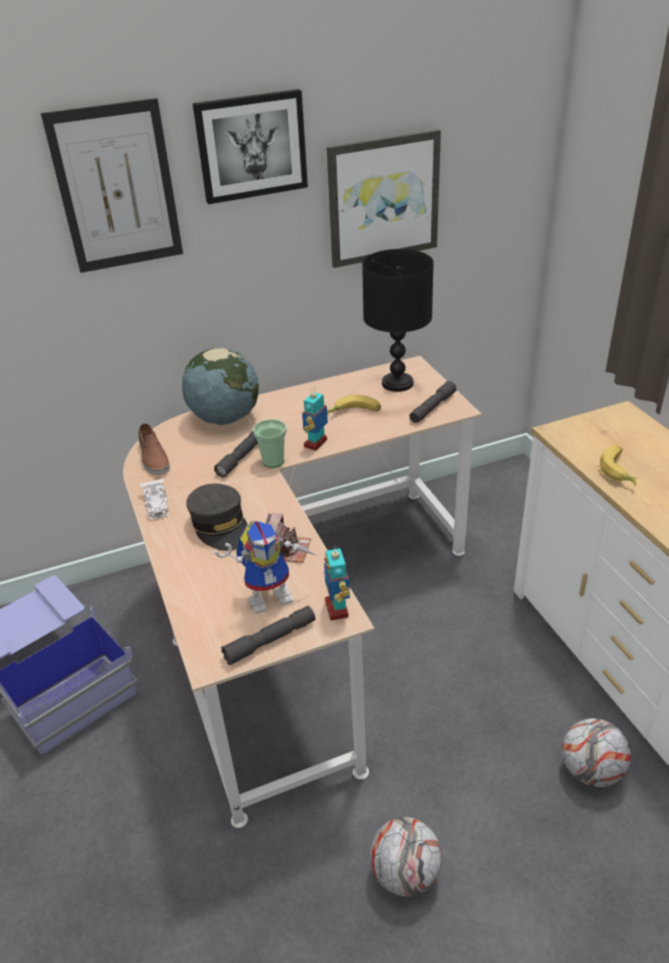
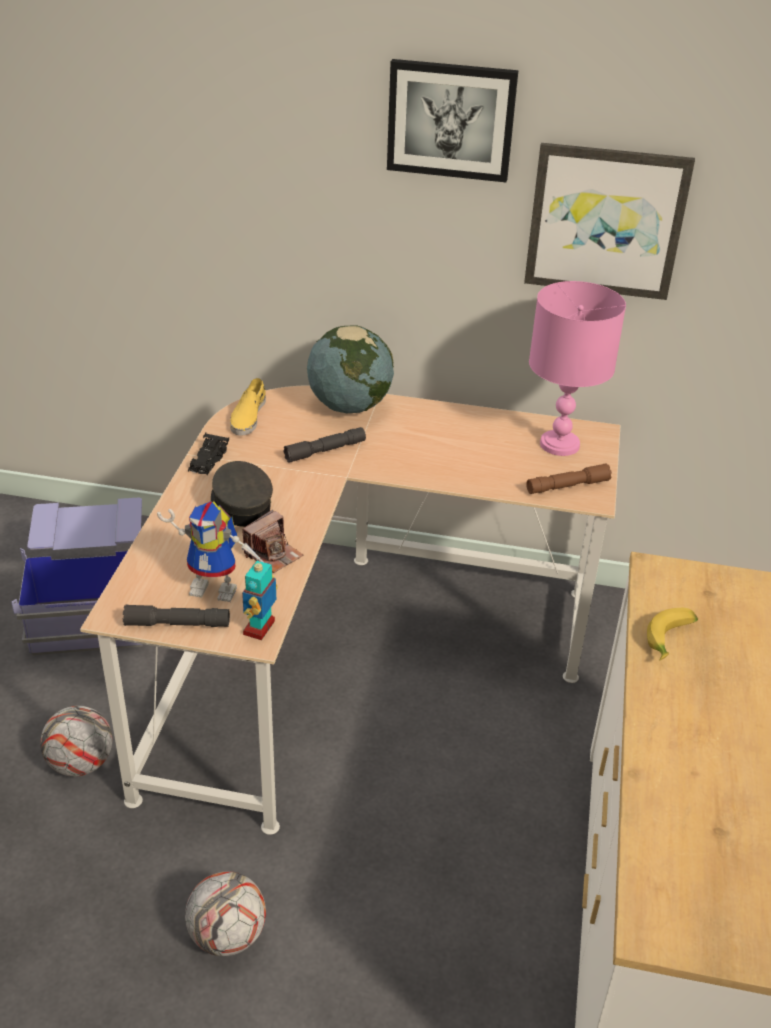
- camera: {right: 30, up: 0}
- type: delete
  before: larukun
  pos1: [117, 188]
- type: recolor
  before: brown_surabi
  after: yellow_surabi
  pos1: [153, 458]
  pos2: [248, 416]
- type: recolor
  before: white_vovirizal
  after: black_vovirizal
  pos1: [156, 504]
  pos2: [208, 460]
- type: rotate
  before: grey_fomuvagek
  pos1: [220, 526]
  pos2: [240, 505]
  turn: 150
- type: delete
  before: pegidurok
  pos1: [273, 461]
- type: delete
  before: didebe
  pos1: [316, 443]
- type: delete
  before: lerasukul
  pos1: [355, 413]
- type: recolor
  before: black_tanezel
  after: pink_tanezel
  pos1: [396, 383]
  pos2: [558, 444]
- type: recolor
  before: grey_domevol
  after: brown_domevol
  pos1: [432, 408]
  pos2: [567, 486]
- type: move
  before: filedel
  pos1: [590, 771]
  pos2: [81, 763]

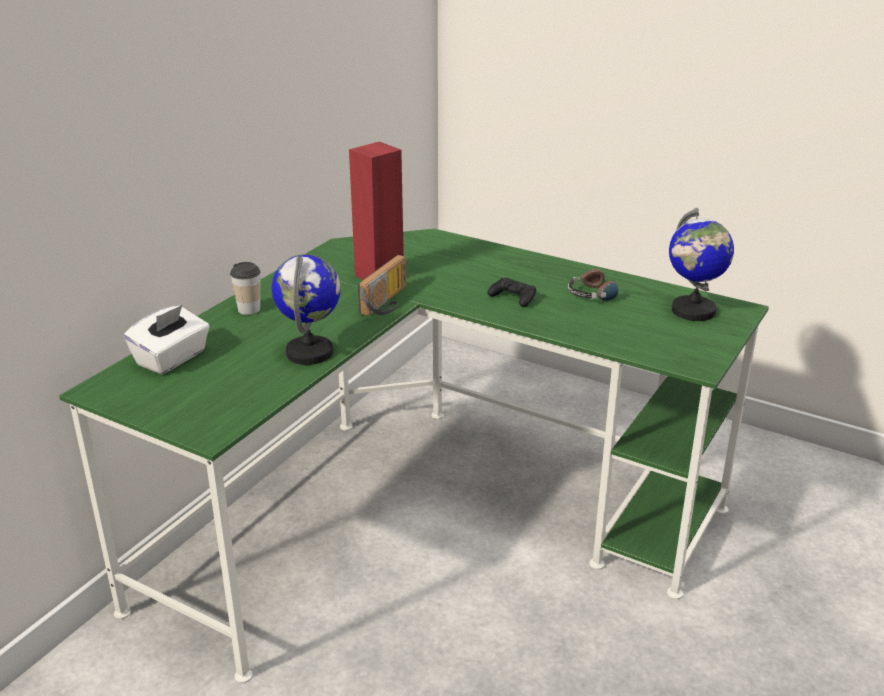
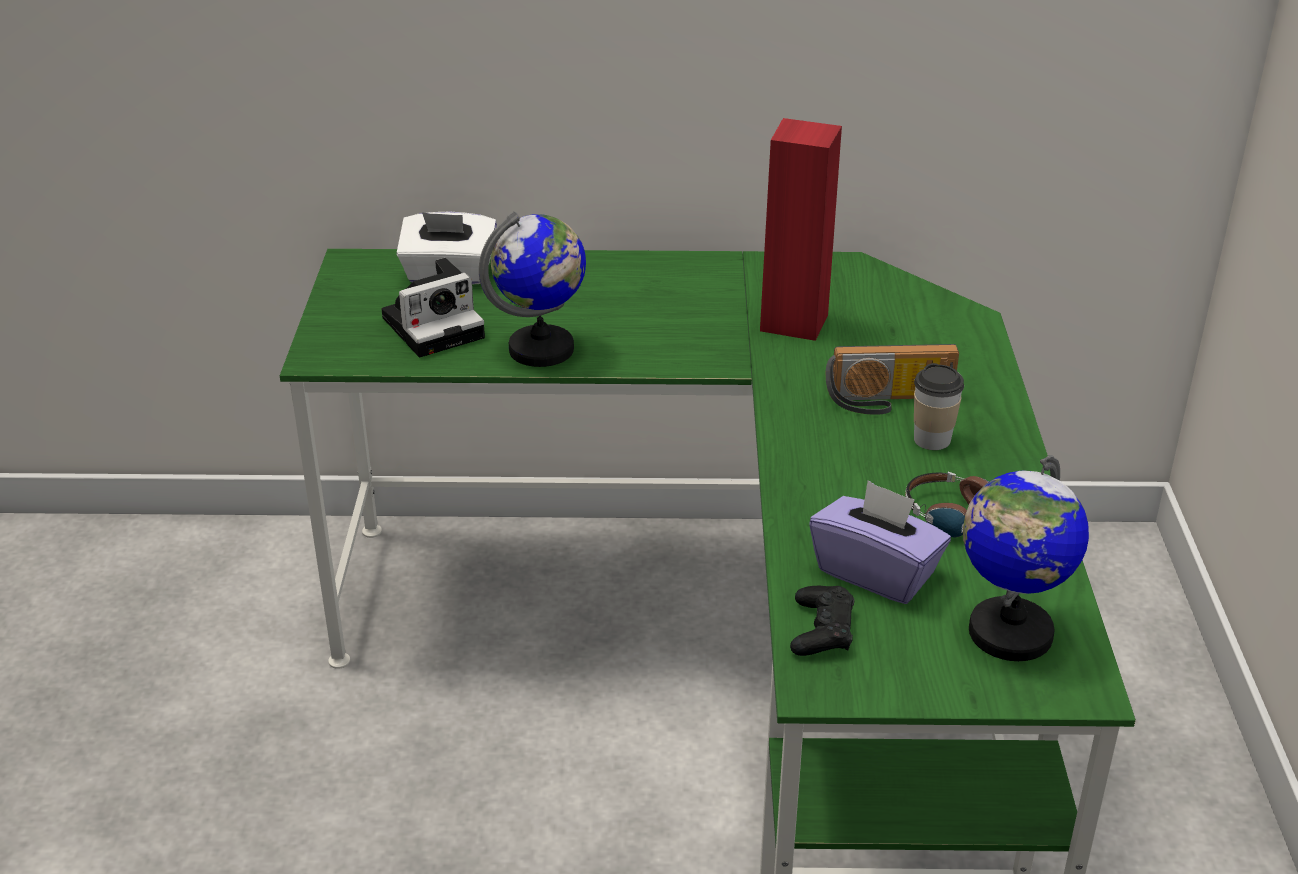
- camera: {right: 60, up: 5}
- type: move
  before: pegidurok
  pos1: [249, 309]
  pos2: [932, 439]
- type: move
  before: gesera
  pos1: [388, 302]
  pos2: [889, 402]
- type: move
  before: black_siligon
  pos1: [513, 298]
  pos2: [822, 630]
- type: insert
  after: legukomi
  pos2: [436, 326]
- type: insert
  after: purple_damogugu
  pos2: [876, 572]

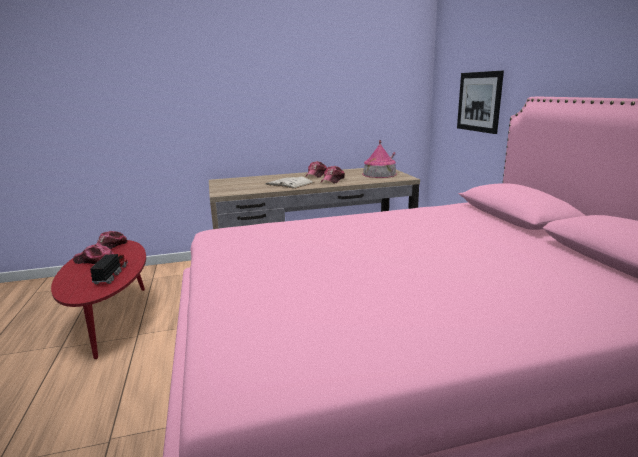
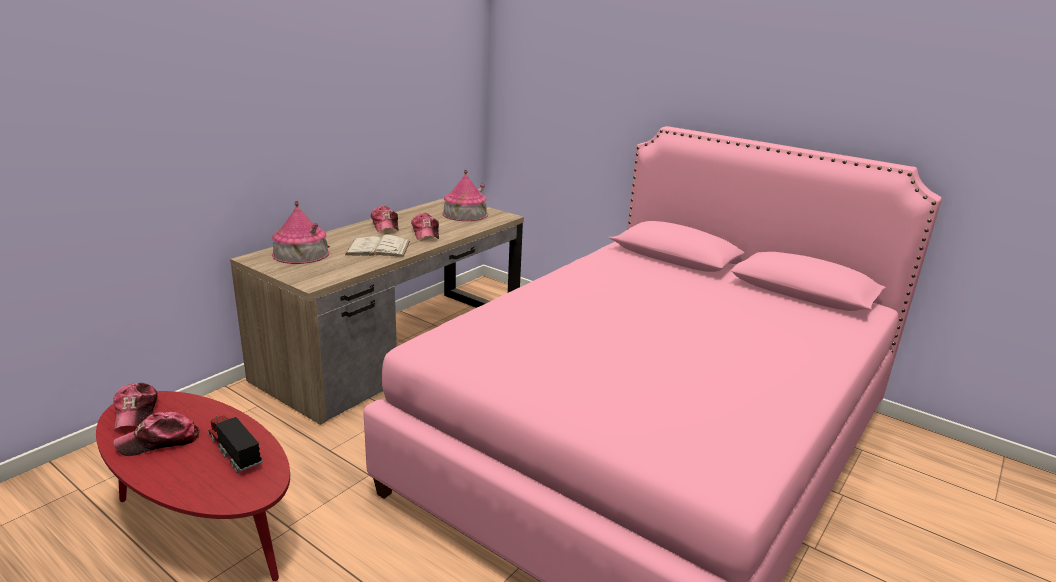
- camera: {right: -40, up: 5}
- type: delete
  before: larukun
  pos1: [479, 102]
- type: insert
  after: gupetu
  pos2: [301, 253]

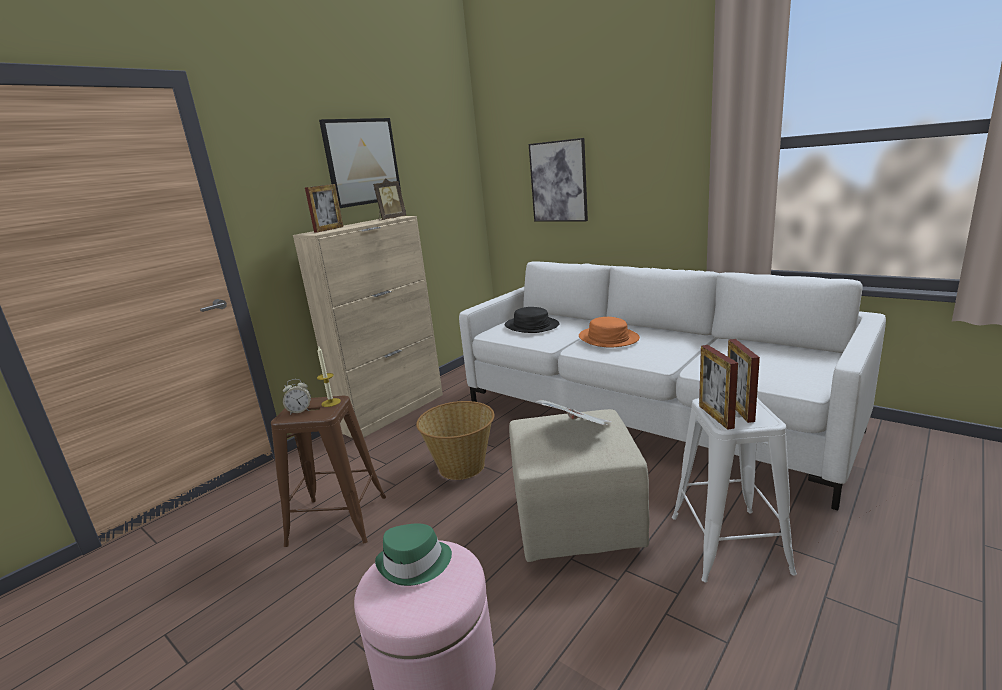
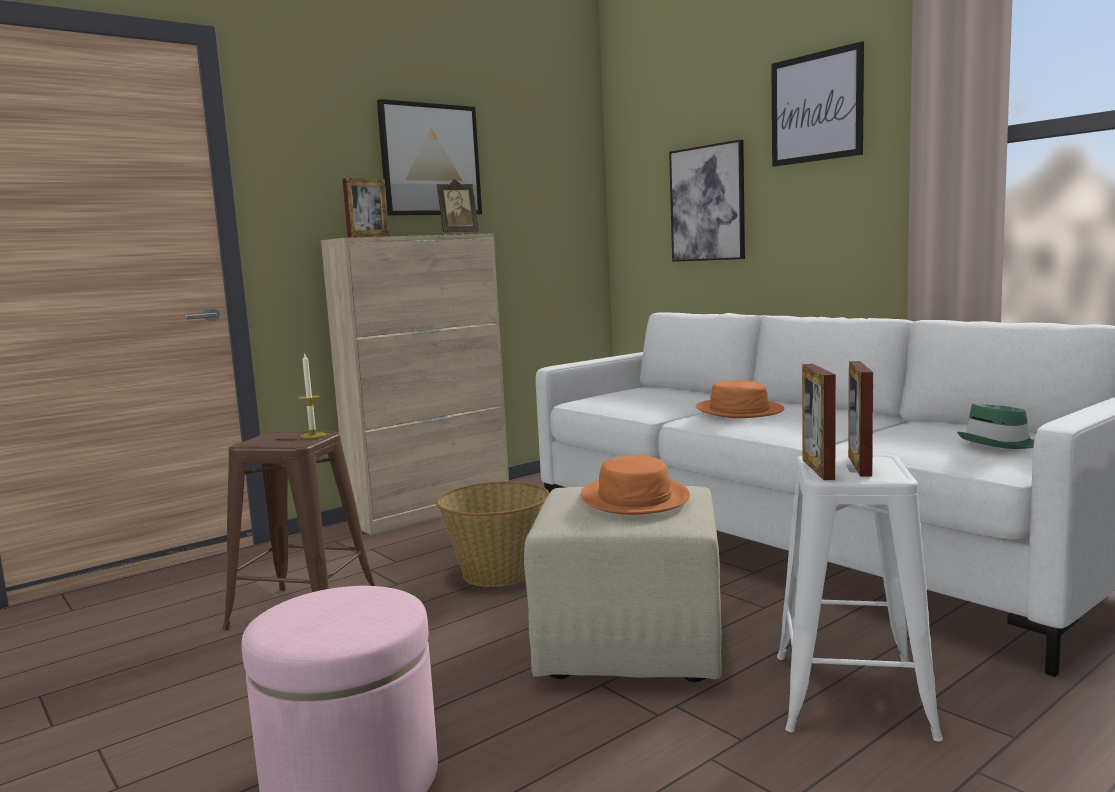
- camera: {right: 10, up: -10}
- type: delete
  before: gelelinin
  pos1: [300, 411]
- type: move
  before: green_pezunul
  pos1: [415, 564]
  pos2: [1000, 444]
- type: delete
  before: black_pezunul
  pos1: [531, 326]
- type: replace
  before: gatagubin
  after: orange_pezunul
  pos1: [577, 430]
  pos2: [635, 498]
- type: insert
  after: larukun
  pos2: [816, 107]

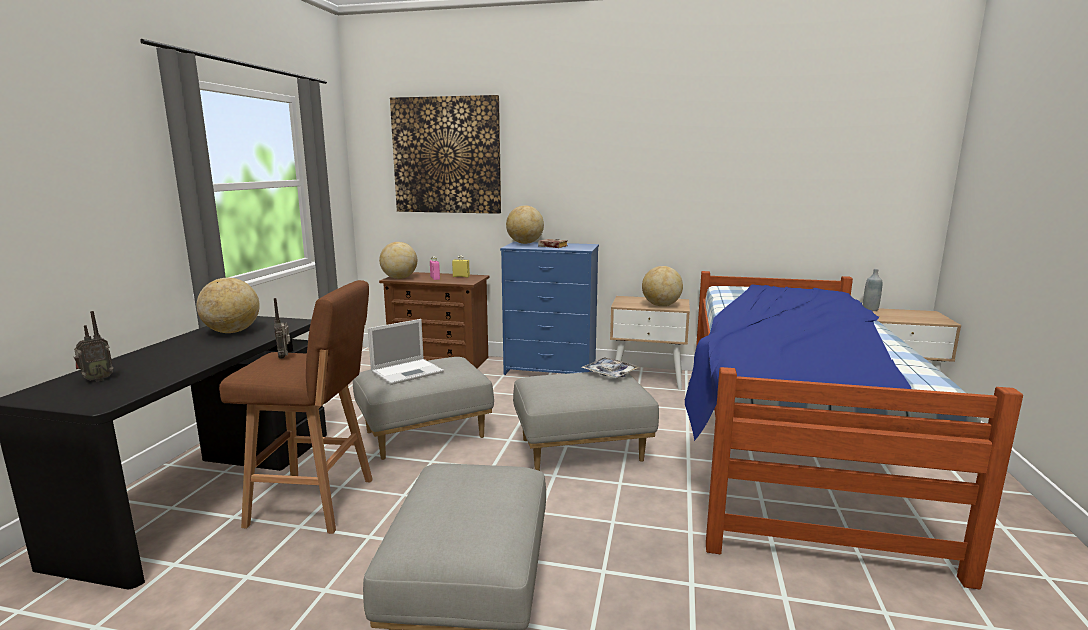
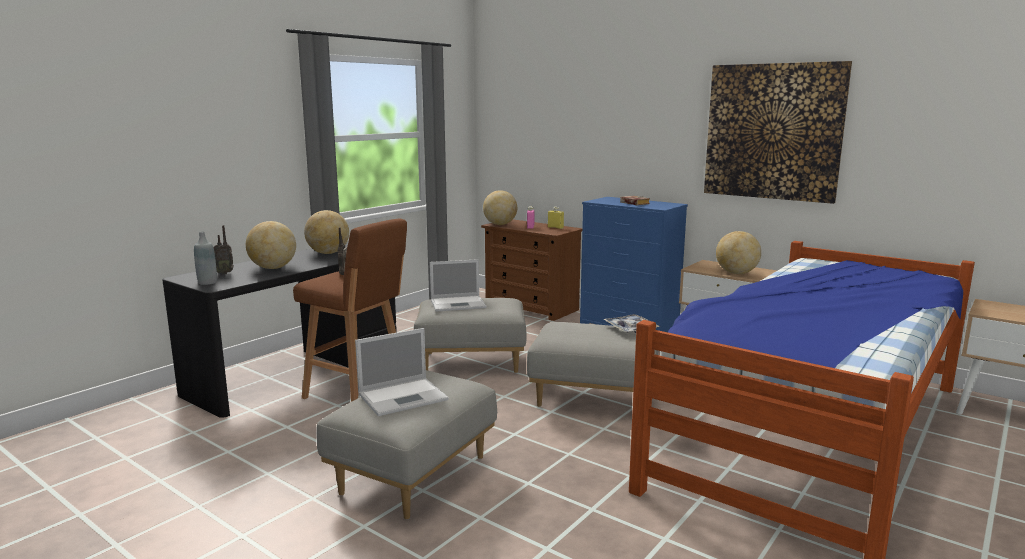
- camera: {right: 25, up: 0}
- type: move
  before: larukun
  pos1: [446, 155]
  pos2: [773, 132]
- type: move
  before: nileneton
  pos1: [525, 243]
  pos2: [273, 268]
- type: move
  before: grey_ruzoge
  pos1: [870, 309]
  pos2: [207, 282]
- type: insert
  after: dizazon
  pos2: [404, 396]

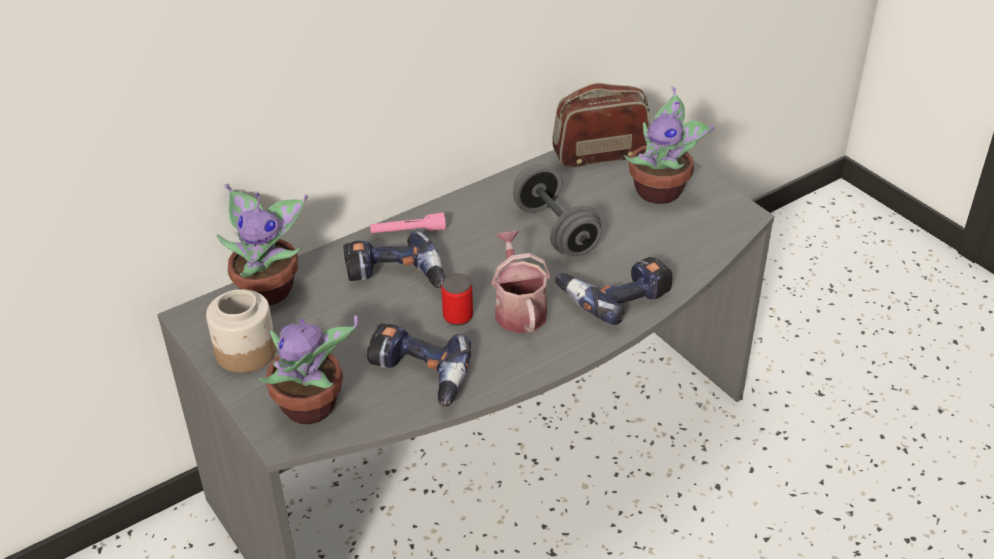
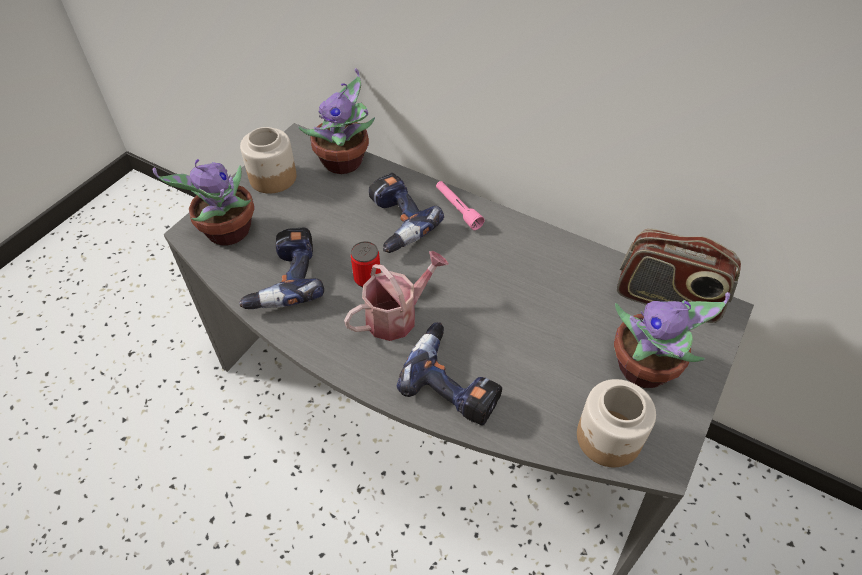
- camera: {right: 65, up: 10}
- type: delete
  before: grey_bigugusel
  pos1: [555, 230]
- type: rotate
  before: gesera
  pos1: [600, 154]
  pos2: [667, 299]
  turn: 150
- type: insert
  after: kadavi
  pos2: [608, 438]

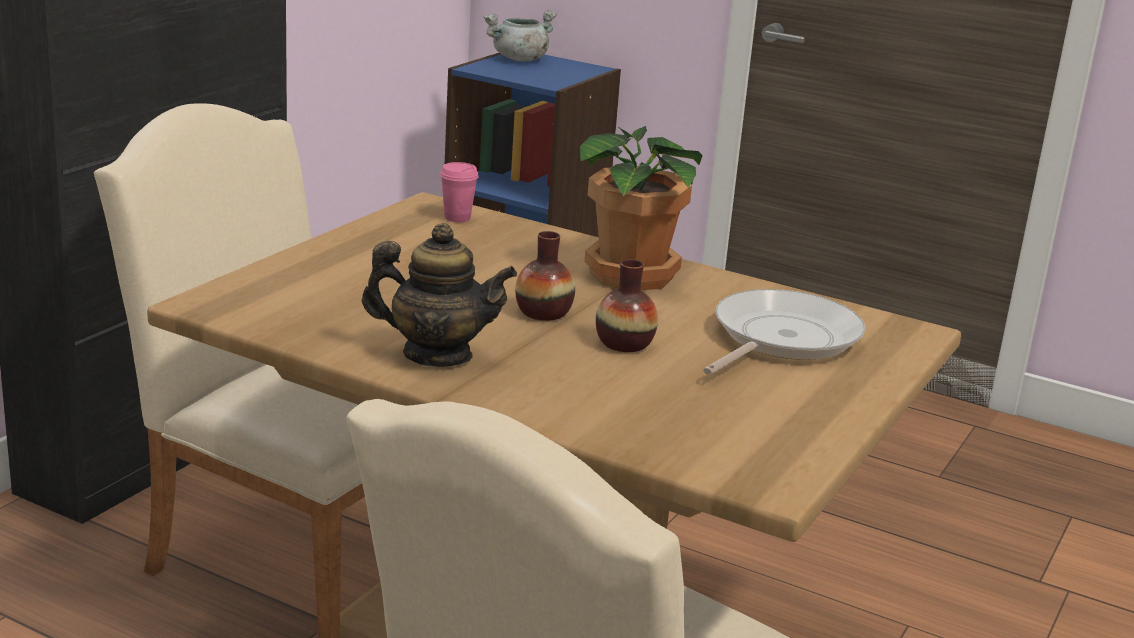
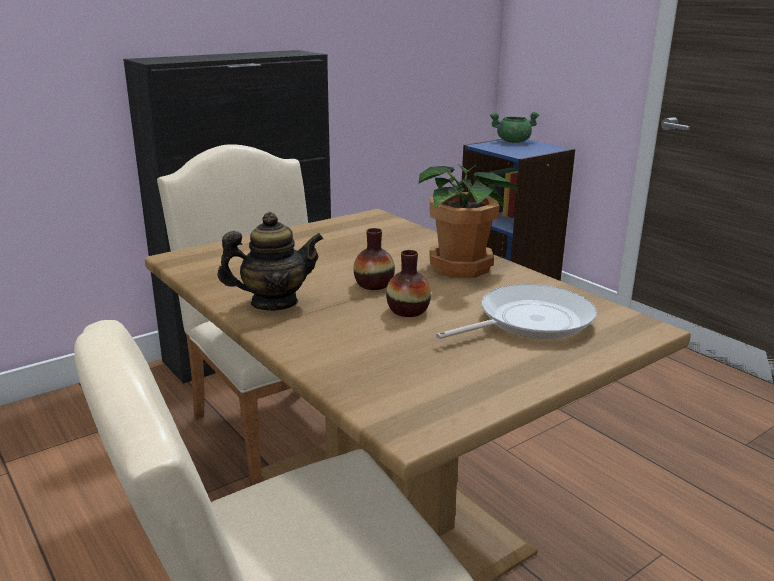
- camera: {right: 25, up: 0}
- type: rotate
  before: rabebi
  pos1: [437, 355]
  pos2: [274, 303]
  turn: -45
- type: delete
  before: pink_pegidurok
  pos1: [457, 218]
- type: recolor
  before: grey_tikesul
  after: green_tikesul
  pos1: [519, 59]
  pos2: [513, 142]

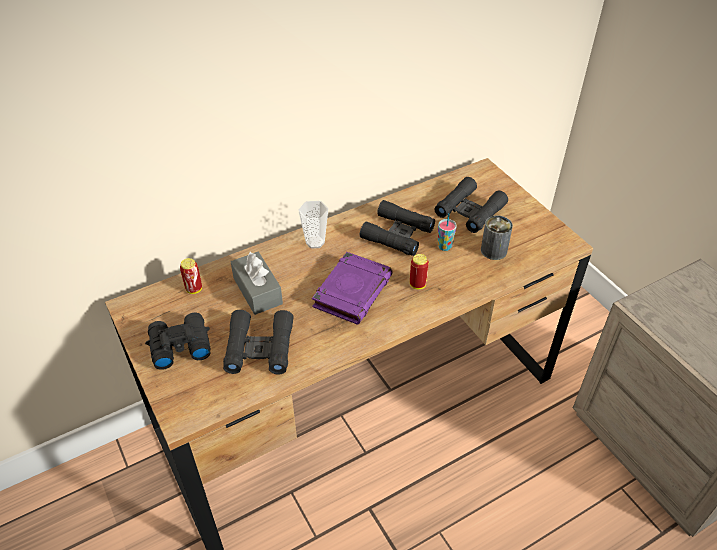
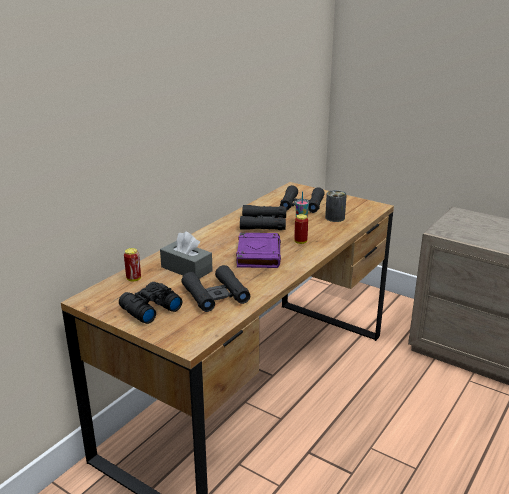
- camera: {right: -25, up: -20}
- type: delete
  before: pegidurok
  pos1: [315, 242]

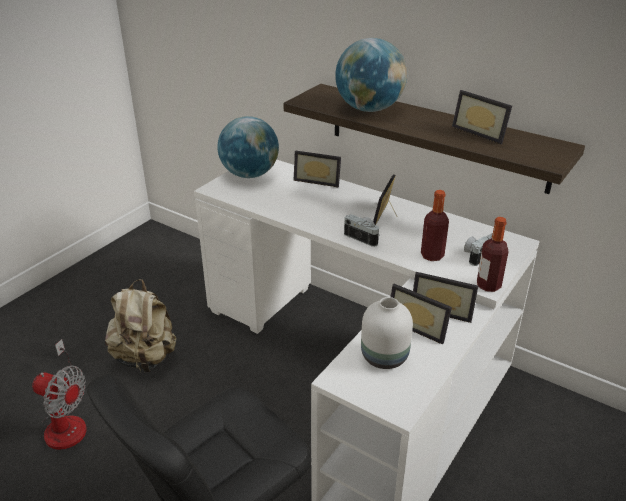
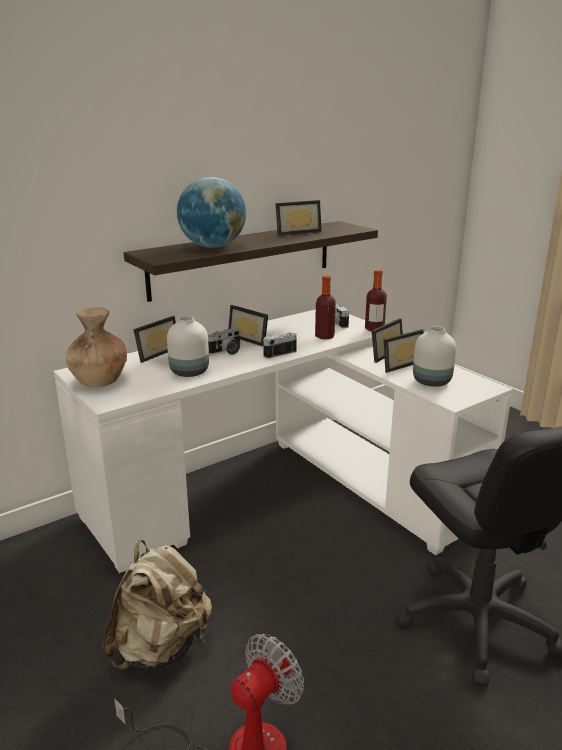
- camera: {right: -70, up: -10}
- type: replace
  before: nileneton
  after: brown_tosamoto
  pos1: [250, 174]
  pos2: [99, 380]
- type: insert
  after: white_tosamoto
  pos2: [190, 371]
- type: insert
  after: legukomi
  pos2: [226, 351]

